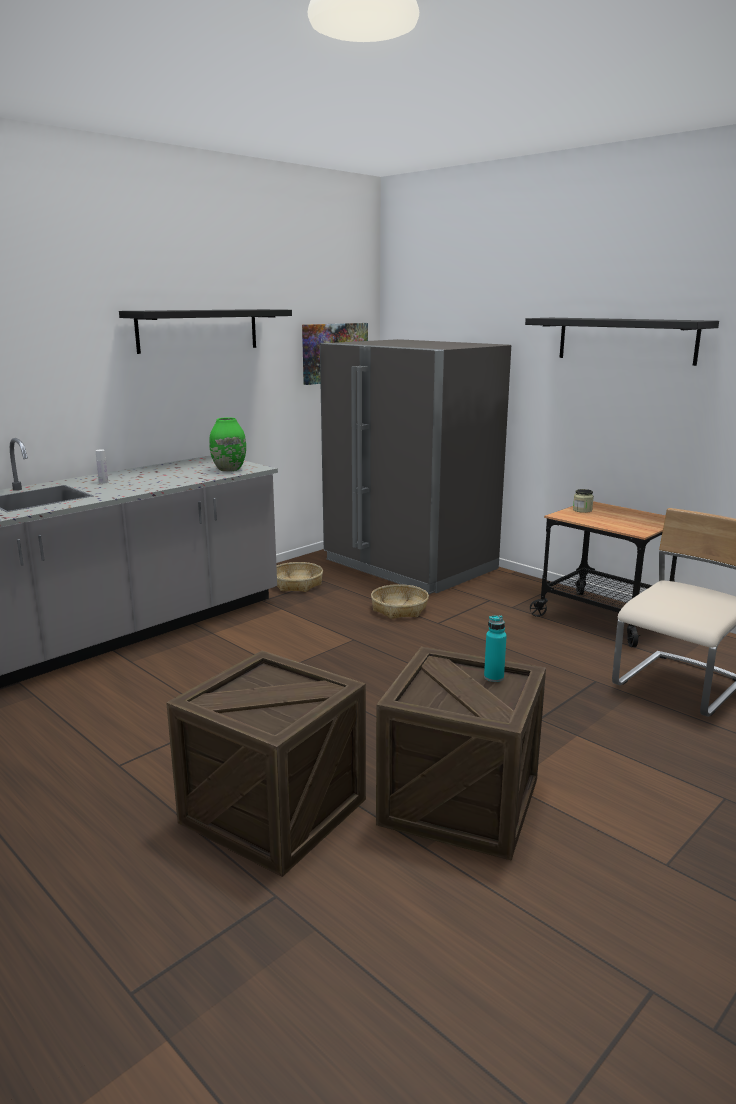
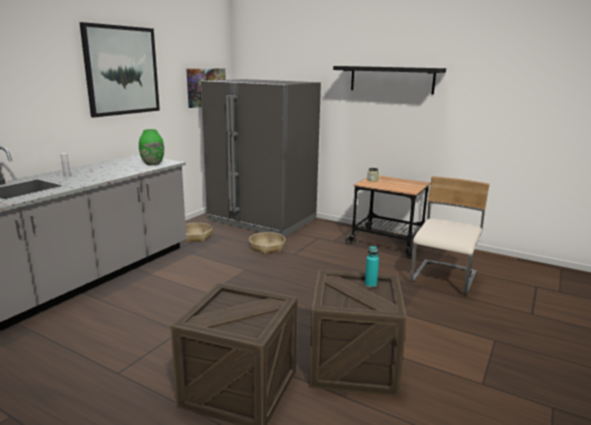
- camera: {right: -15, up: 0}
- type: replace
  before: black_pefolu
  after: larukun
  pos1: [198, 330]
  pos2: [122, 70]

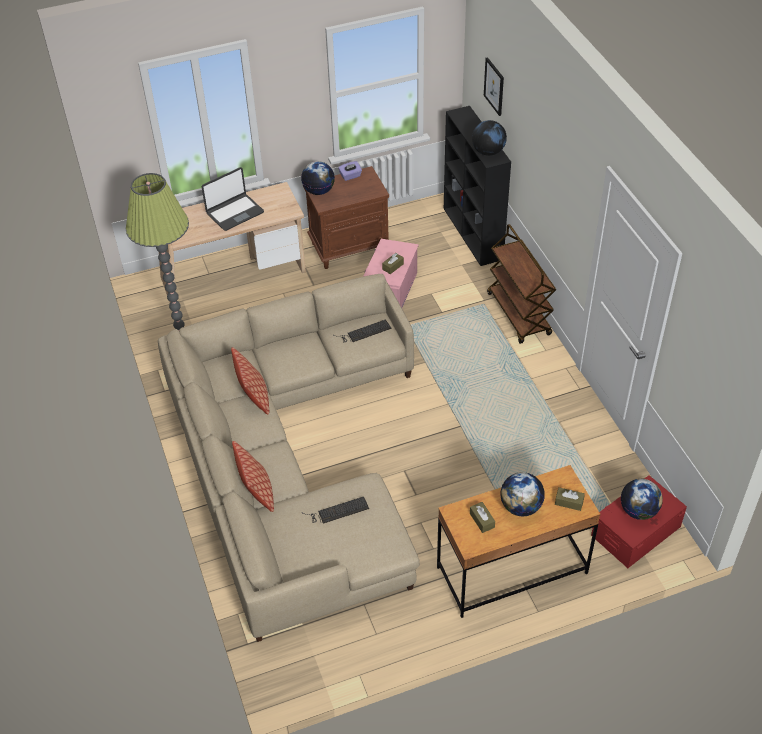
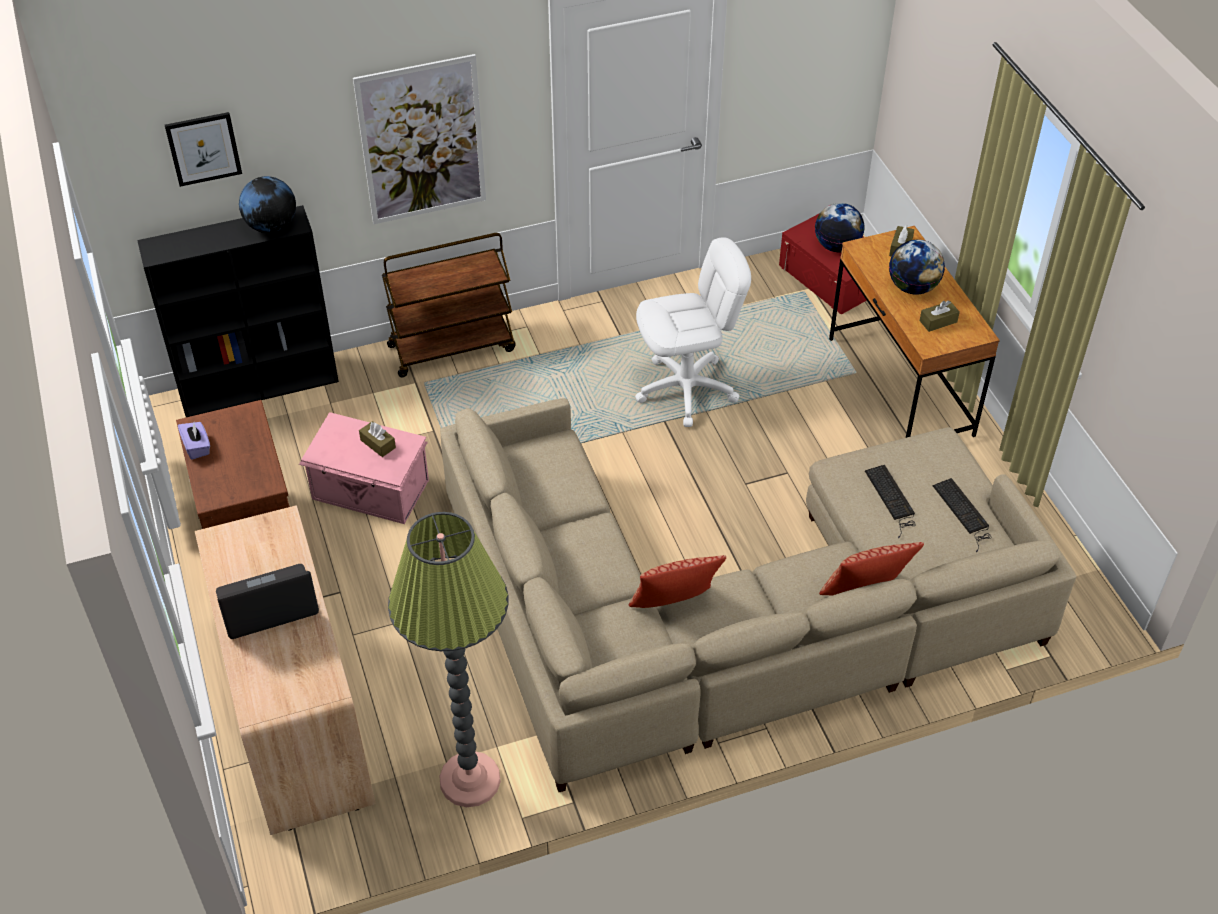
- camera: {right: -90, up: 0}
- type: rotate
  before: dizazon
  pos1: [234, 212]
  pos2: [268, 605]
  turn: -75
- type: delete
  before: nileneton
  pos1: [319, 191]
- type: move
  before: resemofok
  pos1: [364, 332]
  pos2: [964, 513]
- type: insert
  after: larukun
  pos2: [422, 141]
- type: insert
  after: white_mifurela
  pos2: [686, 390]

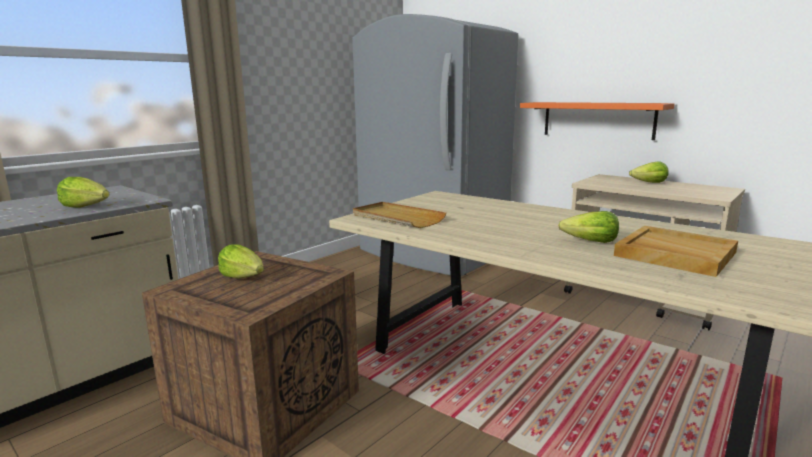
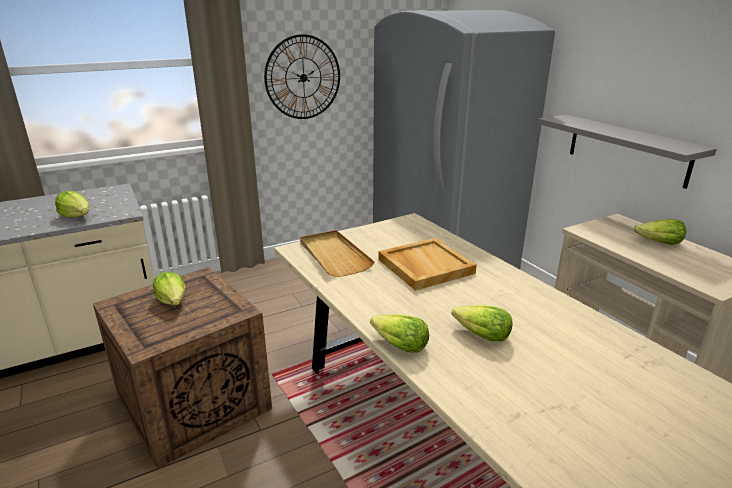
- camera: {right: 20, up: 10}
- type: recolor
  before: orange_pefolu
  after: grey_pefolu
  pos1: [597, 120]
  pos2: [627, 149]
- type: move
  before: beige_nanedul
  pos1: [673, 254]
  pos2: [424, 266]
- type: insert
  after: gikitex
  pos2: [303, 77]
- type: insert
  after: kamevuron
  pos2: [399, 345]

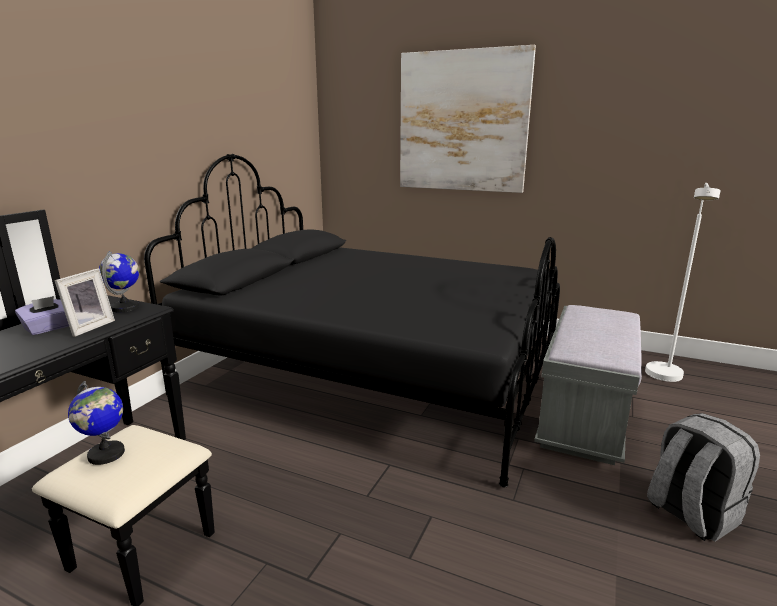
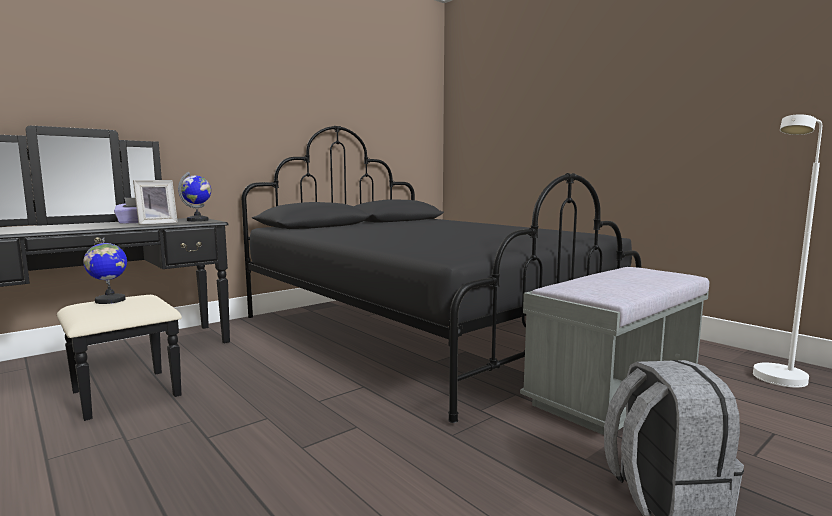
- camera: {right: 25, up: -10}
- type: delete
  before: larukun
  pos1: [462, 122]

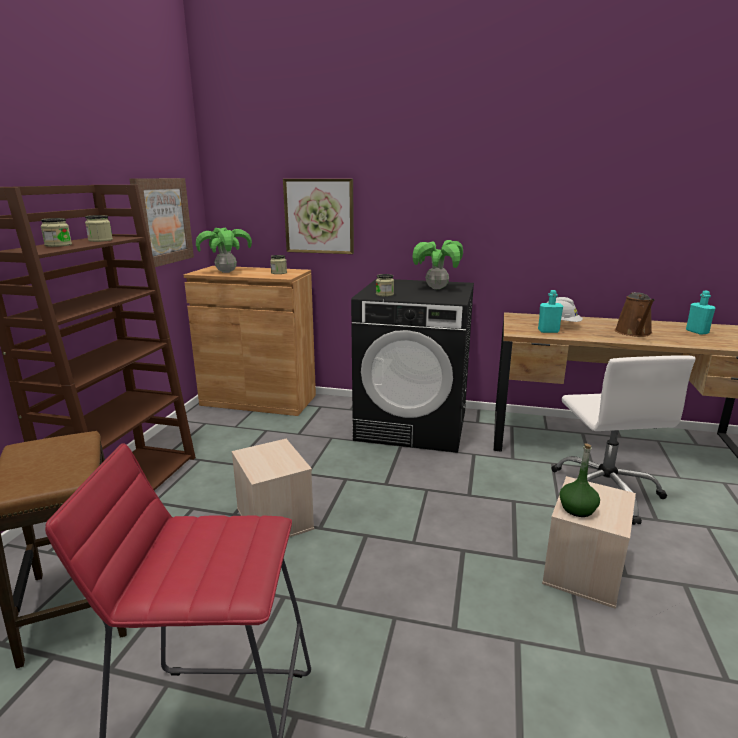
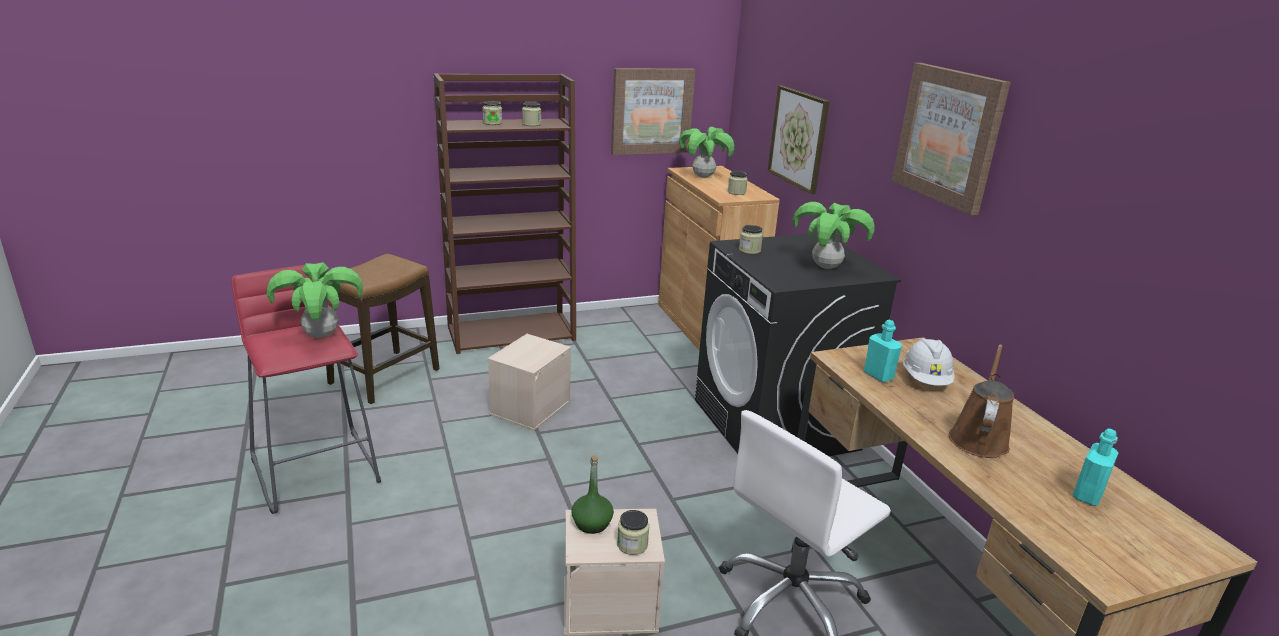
- camera: {right: 55, up: 5}
- type: rotate
  before: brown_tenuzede
  pos1: [634, 333]
  pos2: [978, 438]
  turn: 135
- type: insert
  after: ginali
  pos2: [321, 335]
- type: insert
  after: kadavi
  pos2: [632, 544]
- type: insert
  after: larukun
  pos2: [949, 136]

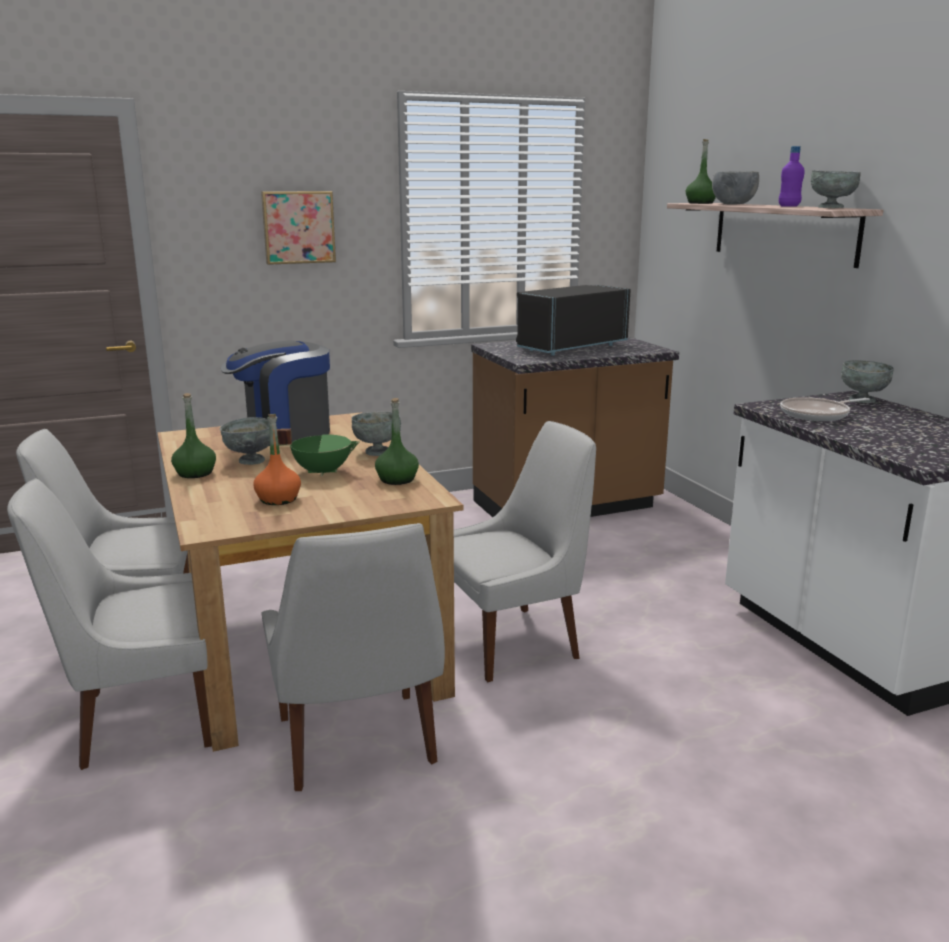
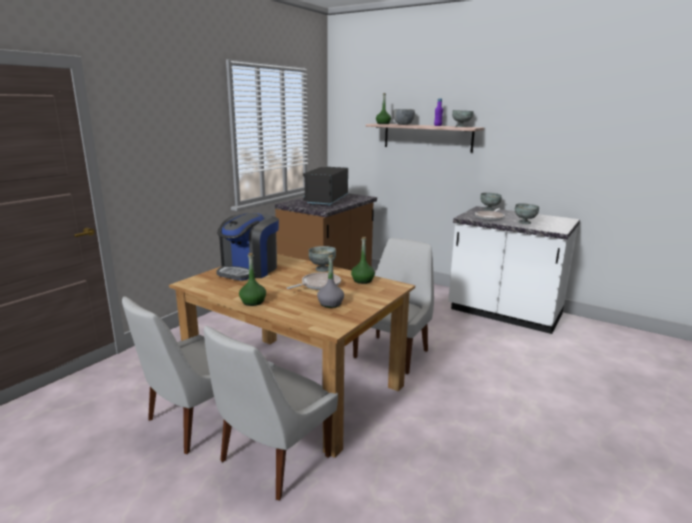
- camera: {right: -35, up: 0}
- type: move
  before: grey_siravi
  pos1: [251, 461]
  pos2: [525, 223]
- type: recolor
  before: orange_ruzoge
  after: grey_ruzoge
  pos1: [278, 499]
  pos2: [330, 304]
- type: delete
  before: larukun
  pos1: [298, 227]
- type: delete
  before: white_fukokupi
  pos1: [357, 744]
- type: replace
  before: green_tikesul
  after: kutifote
  pos1: [322, 471]
  pos2: [318, 285]

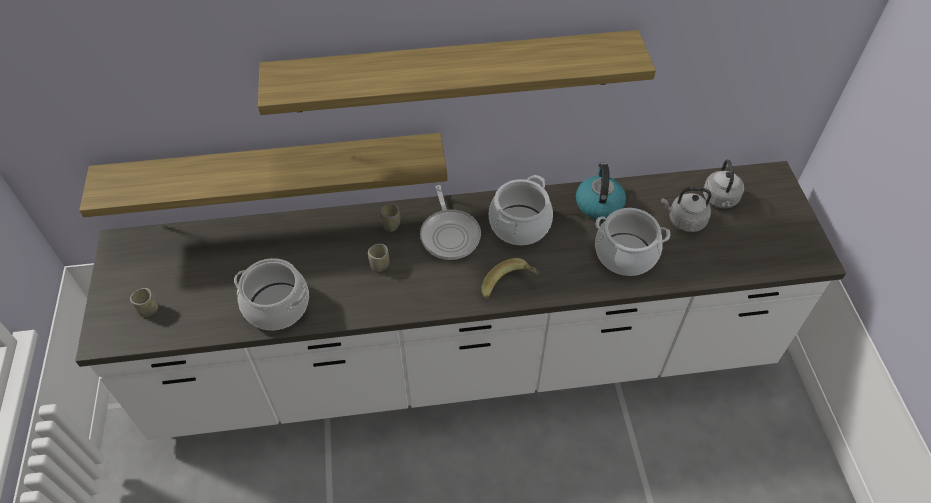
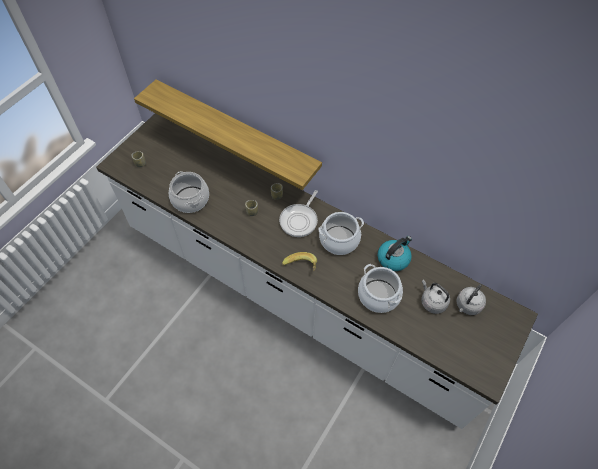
- camera: {right: 40, up: 5}
- type: delete
  before: pefolu
  pos1: [453, 72]

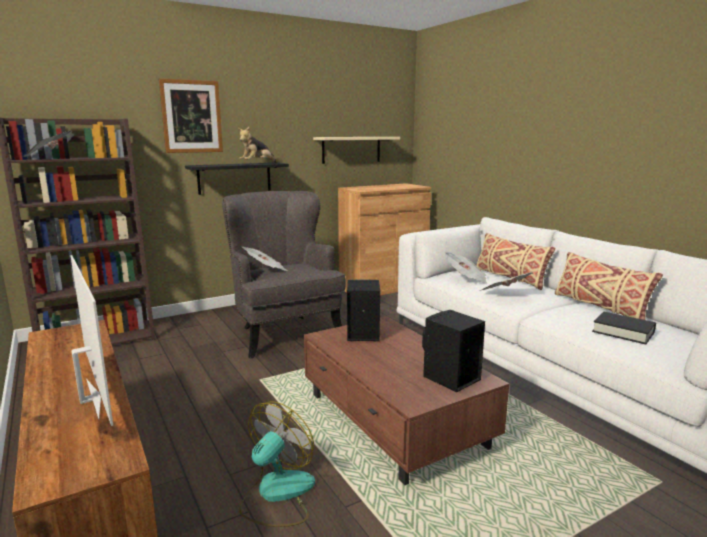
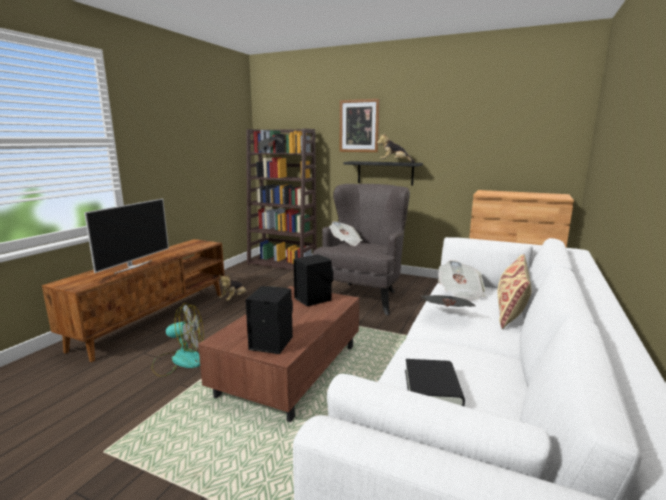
- camera: {right: 55, up: 0}
- type: delete
  before: beige_pefolu
  pos1: [351, 149]
- type: delete
  before: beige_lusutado
  pos1: [599, 307]
- type: insert
  after: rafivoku
  pos2: [233, 299]

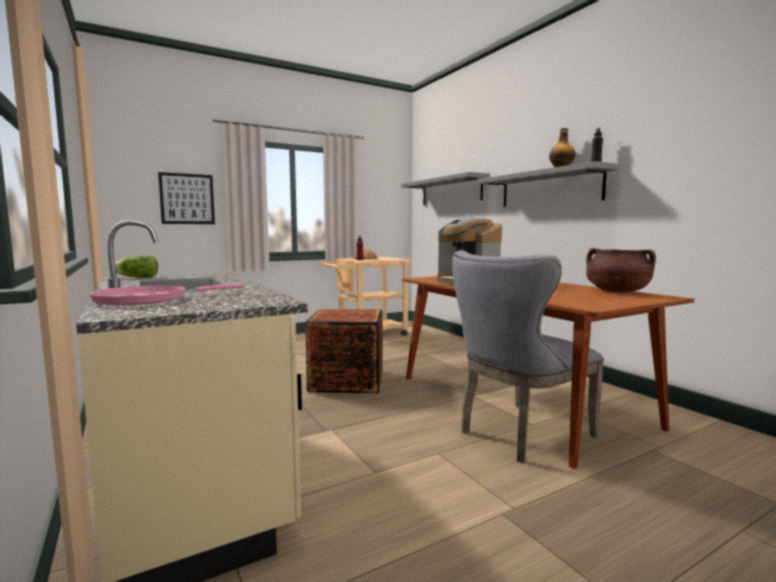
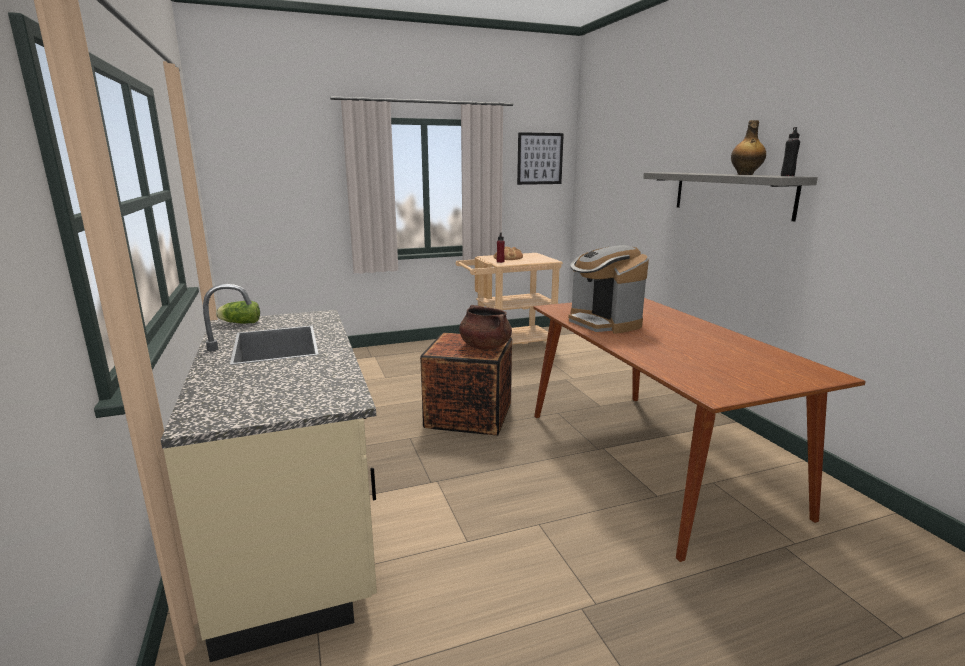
- camera: {right: 10, up: 10}
- type: delete
  before: pink_kutifote
  pos1: [149, 300]
- type: move
  before: larukun
  pos1: [187, 199]
  pos2: [540, 158]
- type: delete
  before: grey_pefolu
  pos1: [450, 191]
- type: delete
  before: grey_fukokupi
  pos1: [518, 434]
- type: move
  before: brown_tikesul
  pos1: [617, 291]
  pos2: [485, 346]

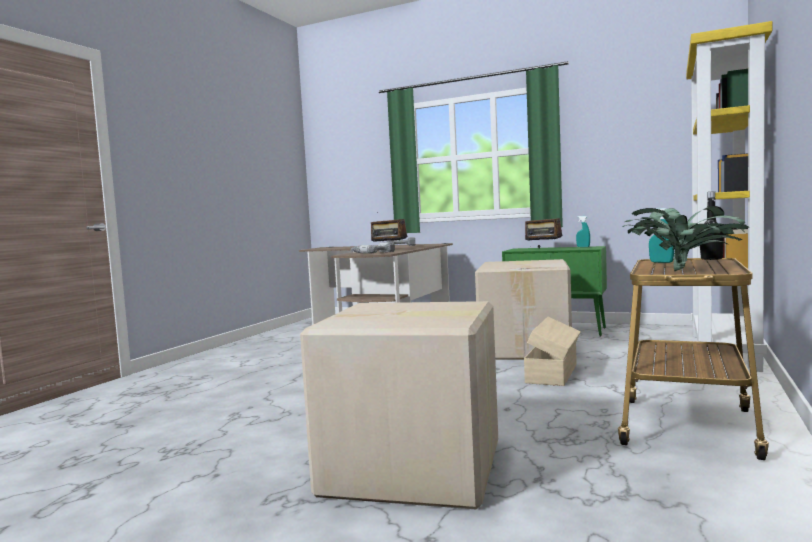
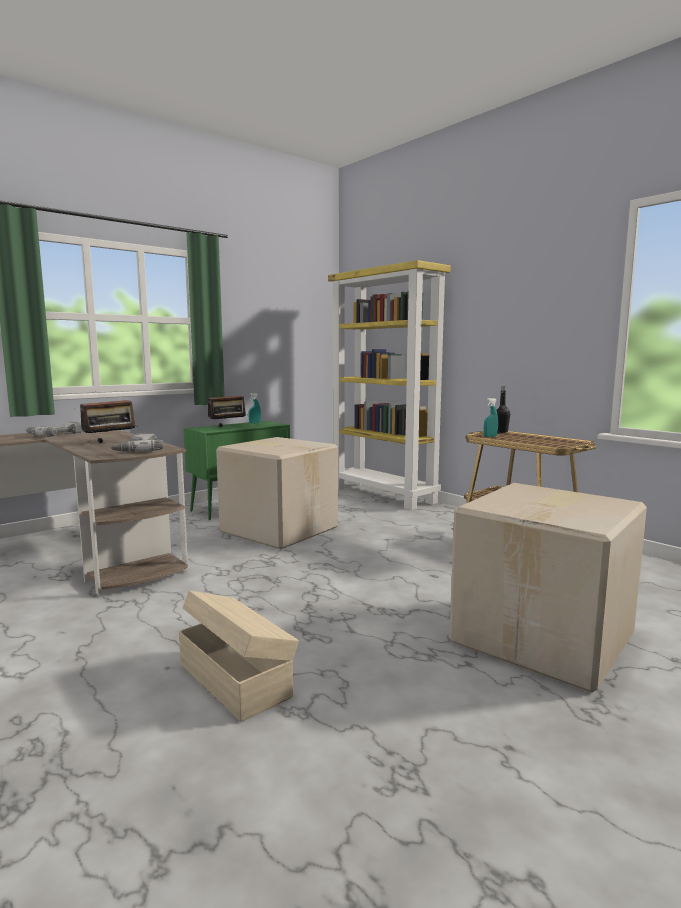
- camera: {right: -65, up: 5}
- type: move
  before: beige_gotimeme
  pos1: [553, 373]
  pos2: [235, 678]
- type: delete
  before: ginali
  pos1: [683, 271]

